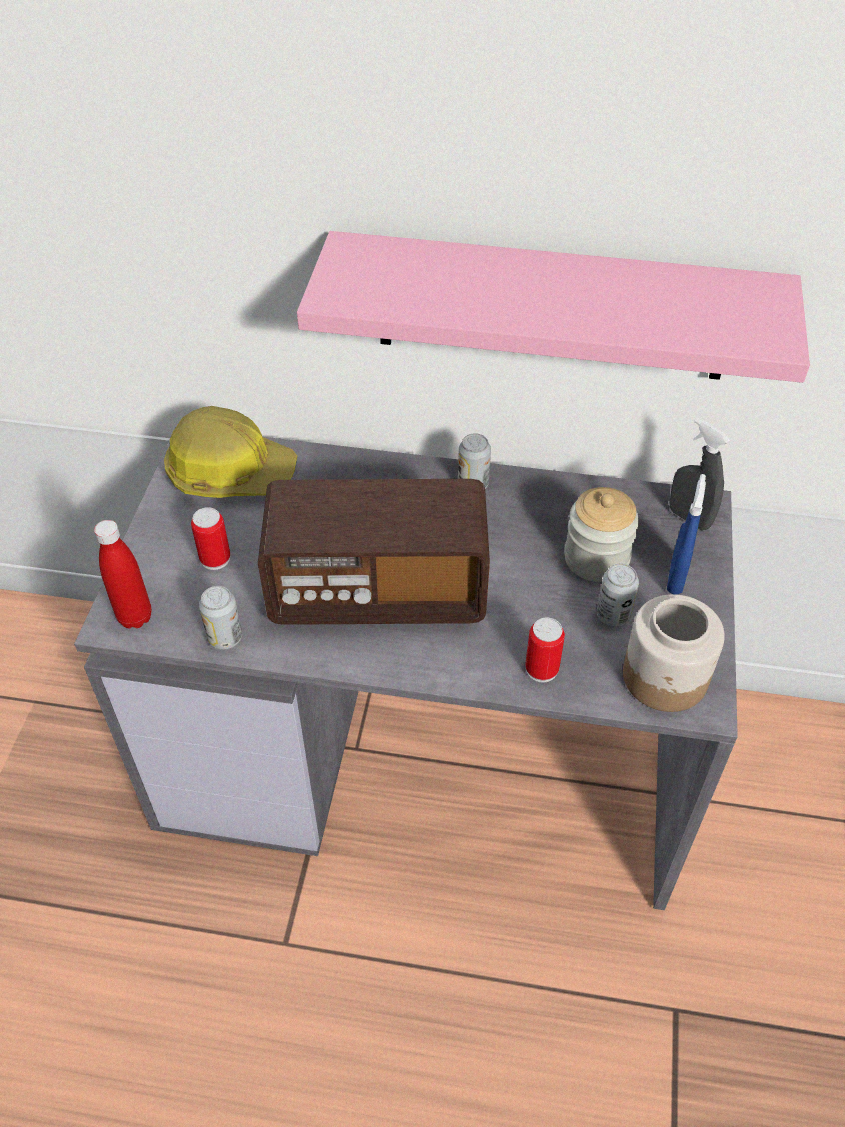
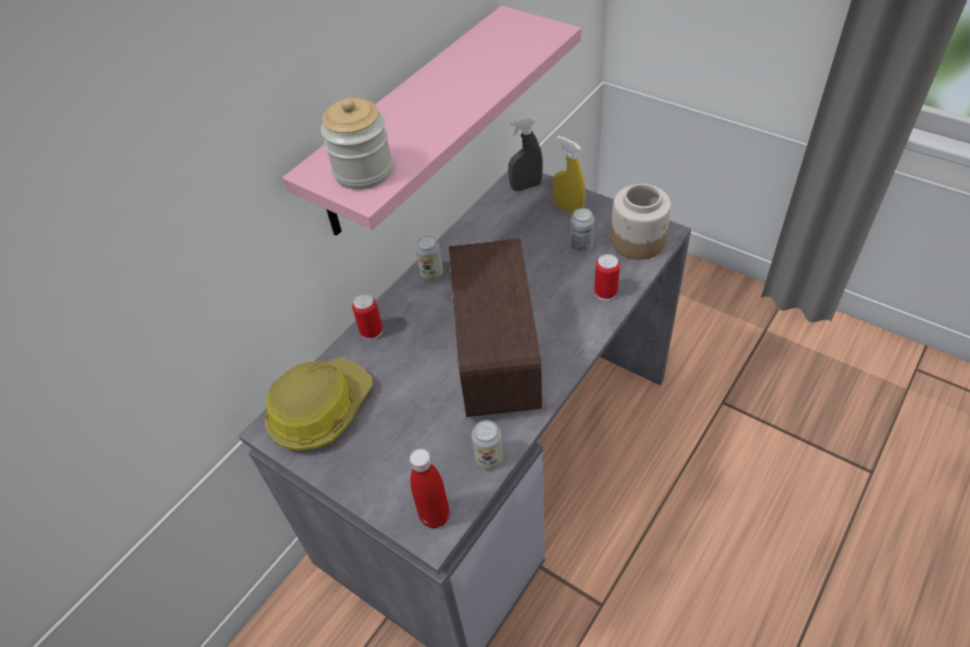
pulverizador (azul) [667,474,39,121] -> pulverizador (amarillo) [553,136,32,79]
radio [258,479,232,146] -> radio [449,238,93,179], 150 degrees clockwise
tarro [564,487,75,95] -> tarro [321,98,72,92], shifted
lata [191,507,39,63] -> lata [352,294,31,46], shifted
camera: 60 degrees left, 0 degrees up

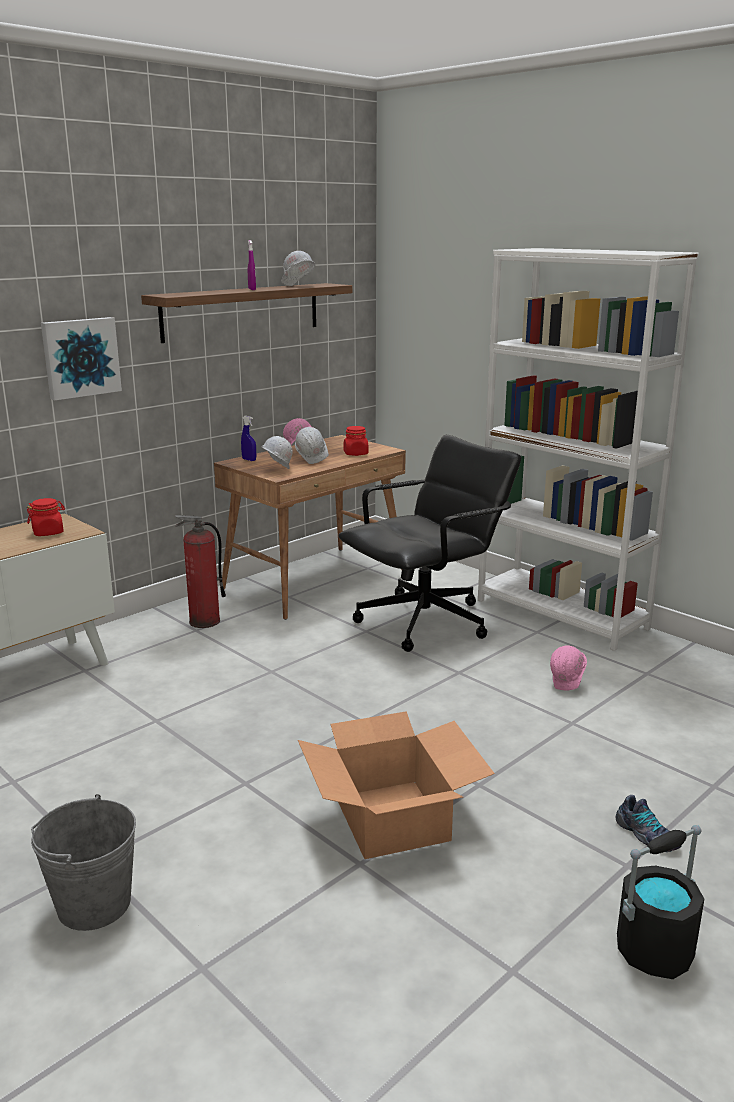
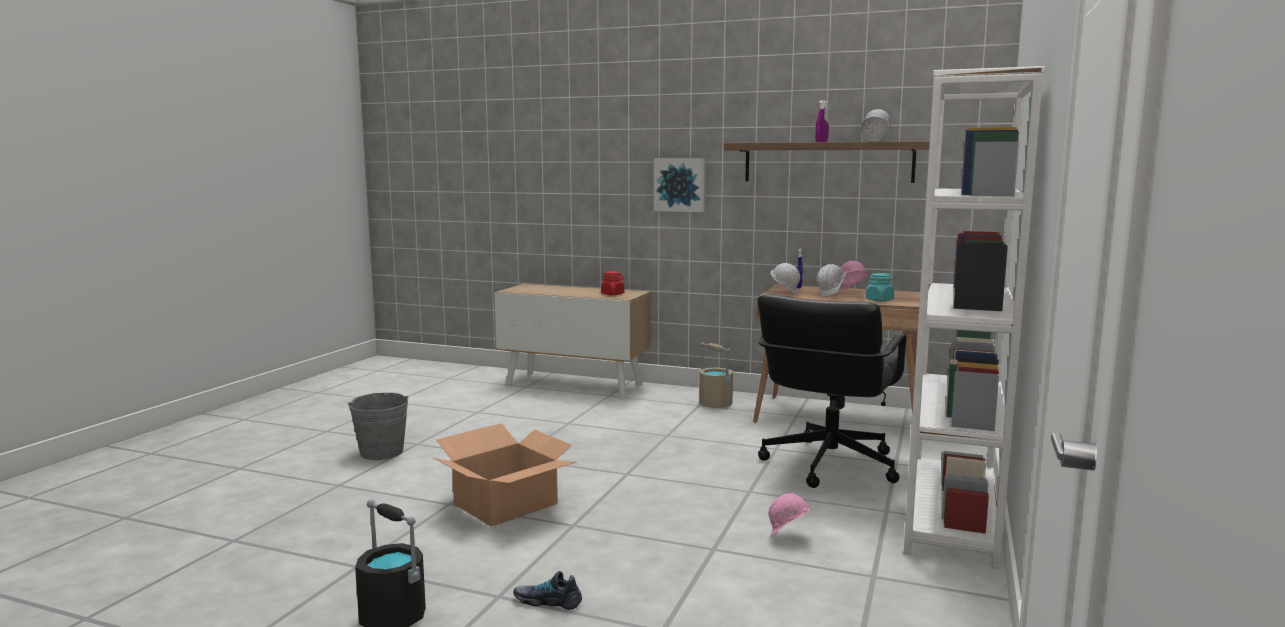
tarro (rojo) [344,426,24,30] -> tarro (turquesa) [866,273,28,28]
silla de oficina (negro) [338,435,183,217] -> silla de oficina (negro) [758,294,148,194], 90 degrees clockwise
extintor [175,515,51,113] -> cubo (beis) [699,342,34,66]
zapato [616,795,66,57] -> zapato [513,571,69,39], 75 degrees clockwise
camera: 65 degrees right, 10 degrees down

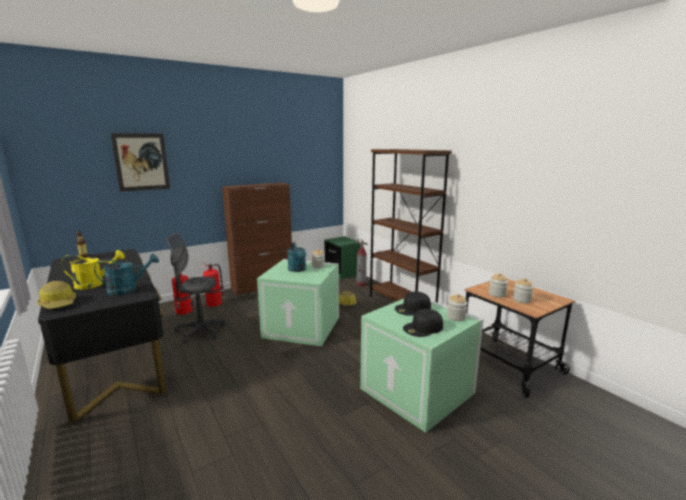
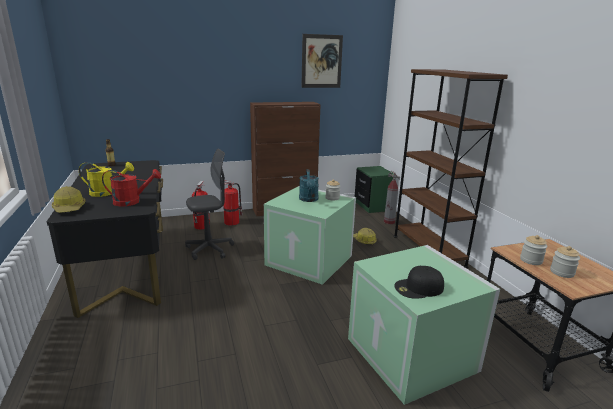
cuadro [110,133,60,59] -> cuadro [301,34,42,54], shifted
silla de oficina (gris) [166,233,59,111] -> silla de oficina (gris) [185,149,49,111], 135 degrees clockwise
regadera (turquesa) [94,253,65,42] -> regadera (rojo) [102,169,59,38]
gorra (negro) [395,292,36,24] -> none
tarro [447,294,20,27] -> none
camera: 15 degrees right, 5 degrees up

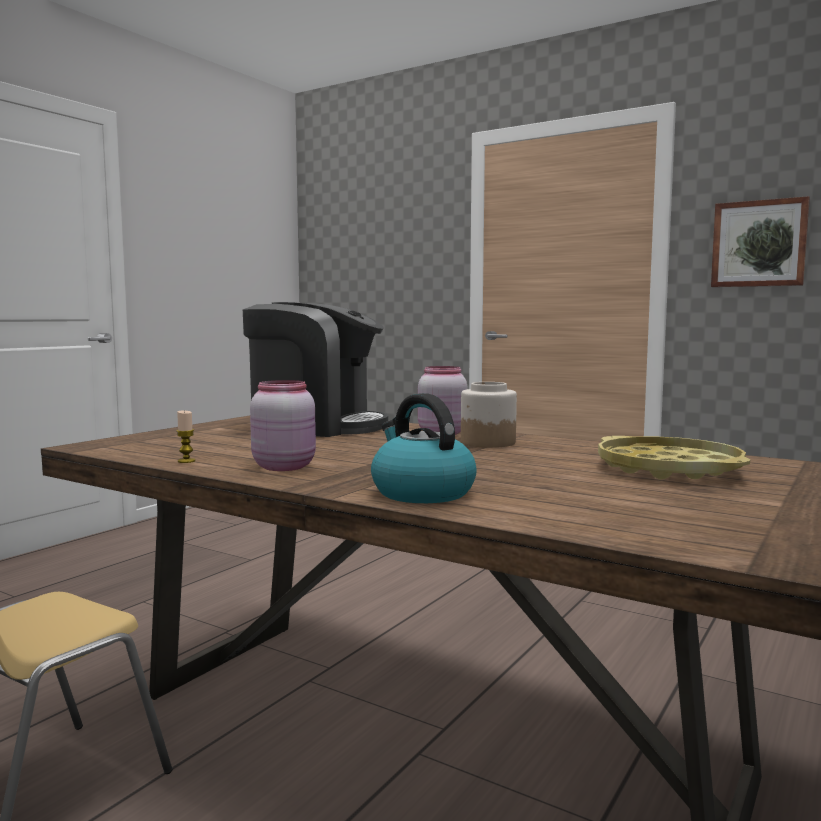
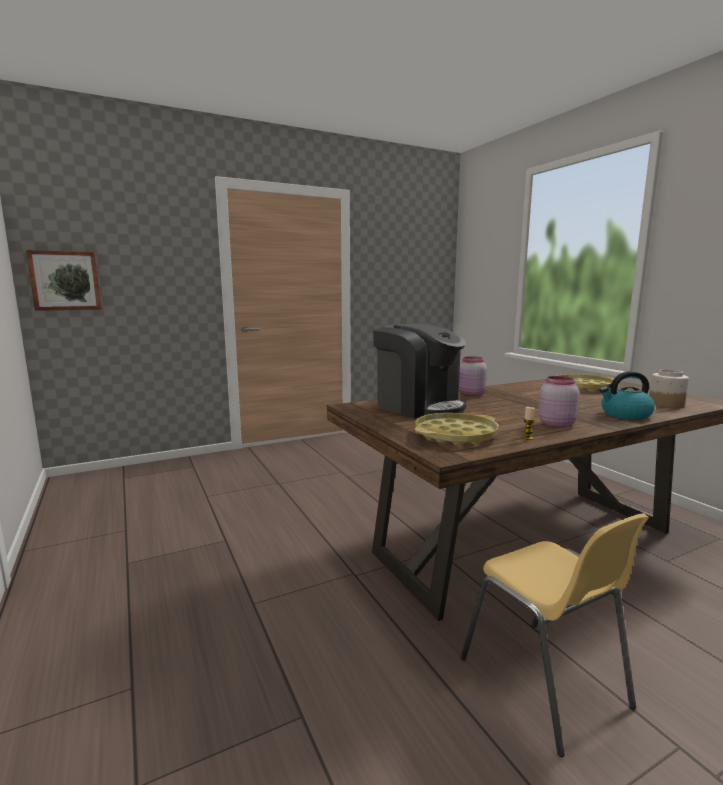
cuadro [711,196,99,91] -> cuadro [26,250,75,61], shifted
cafetera [243,302,145,135] -> cafetera [373,323,93,95], 90 degrees clockwise
tarro [461,382,56,66] -> tarro [649,369,40,39], shifted
none -> bandeja (amarillo) [414,413,85,33]
camera: 60 degrees left, 5 degrees up

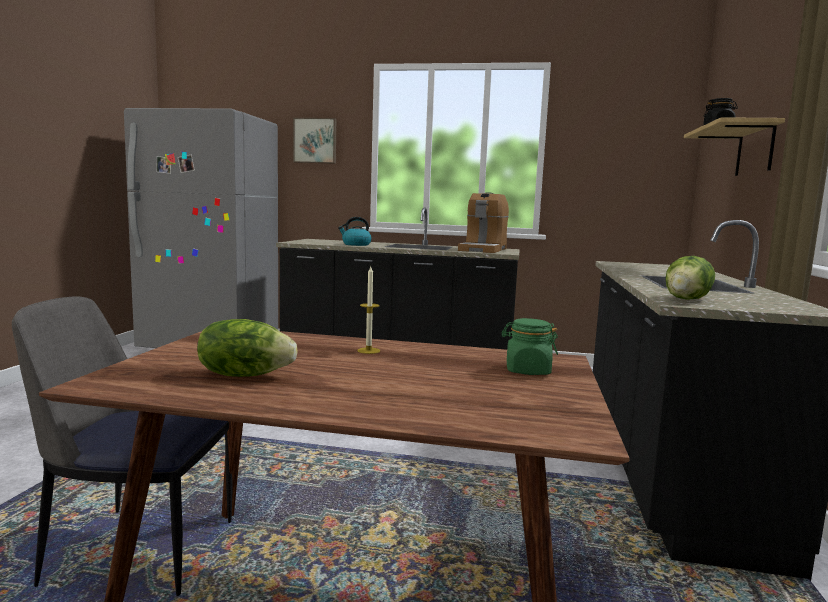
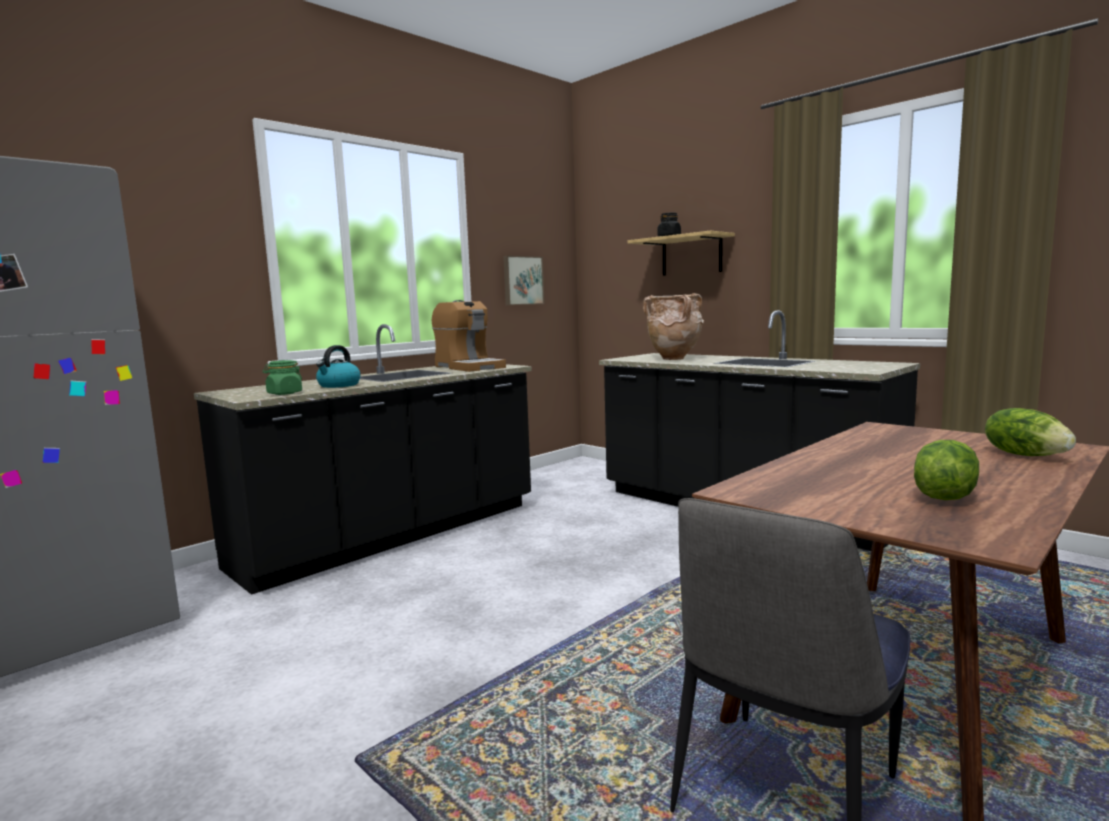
cuadro [293,118,43,46] -> cuadro [503,256,42,49], shifted
lechuga [665,256,50,44] -> lechuga [985,408,91,48], shifted
vela [357,267,23,87] -> none
tarro (verde) [501,318,57,57] -> tarro (verde) [263,360,39,35], shifted
none -> florero (beis) [643,293,61,67]
camera: 55 degrees left, 0 degrees up

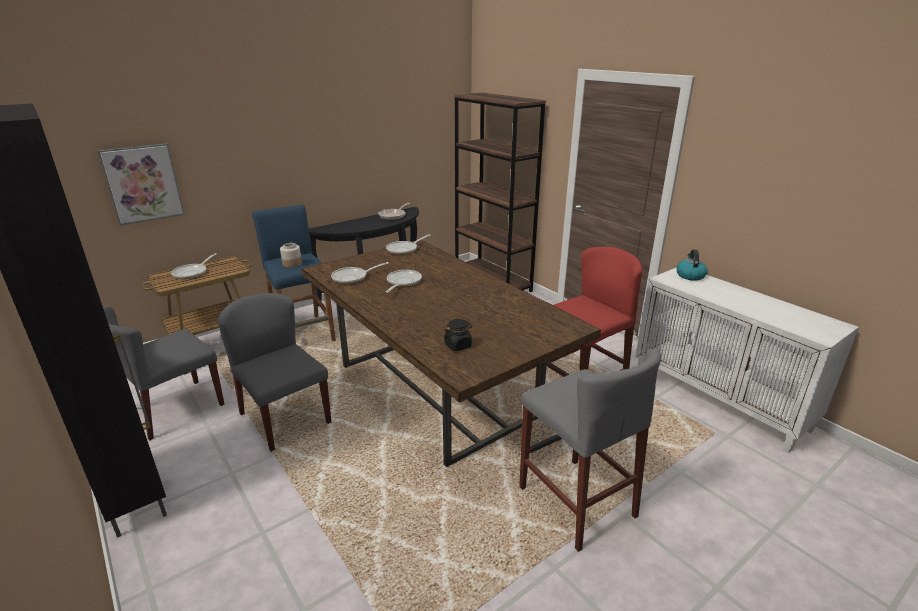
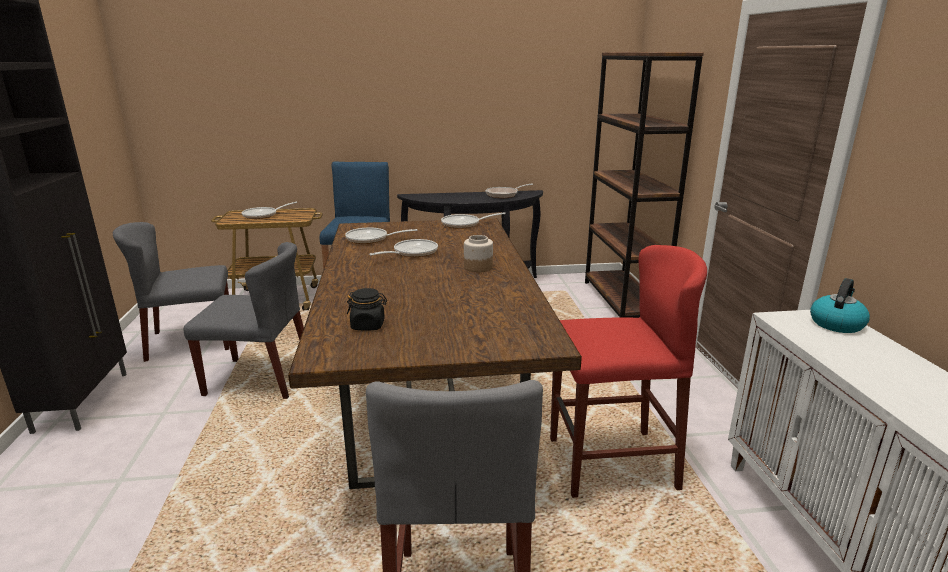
cuadro [98,143,87,83] -> none
tarro [280,243,22,25] -> tarro [464,235,29,37], shifted
silla (gris) [218,293,113,159] -> silla (gris) [184,242,120,157], 105 degrees clockwise
camera: 30 degrees right, 5 degrees down

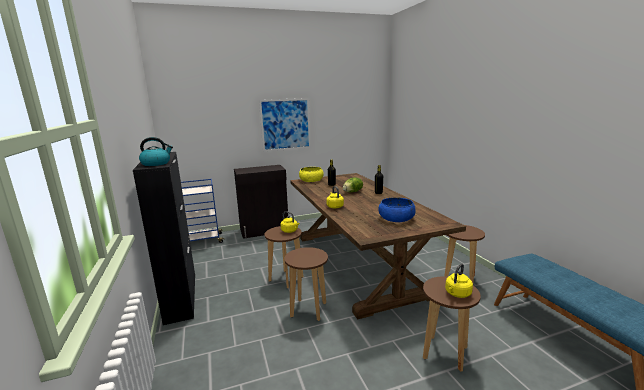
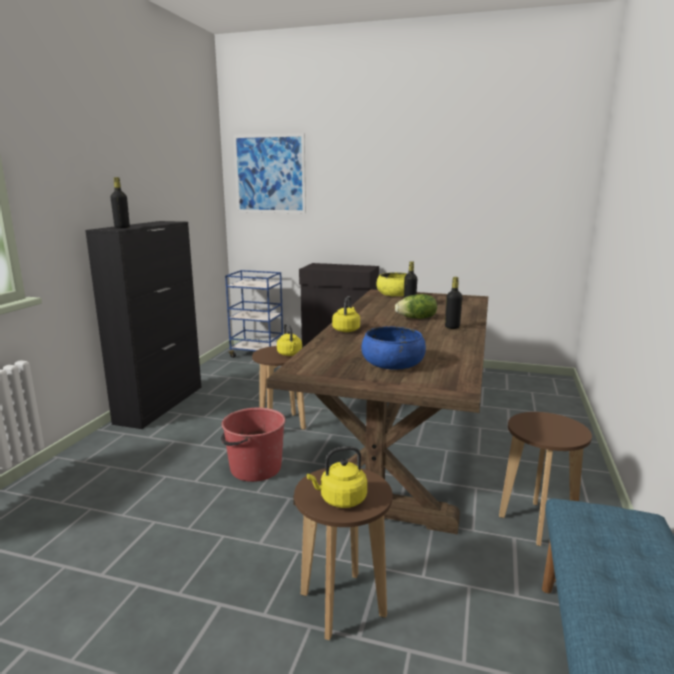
cuadro [259,98,52,54] -> cuadro [233,133,73,80], shifted
hervidor [139,137,34,29] -> botella (negro) [110,177,20,51]
taburete (marrón) [284,247,44,74] -> cubo (rojo) [221,408,65,74]
camera: 35 degrees right, 0 degrees up

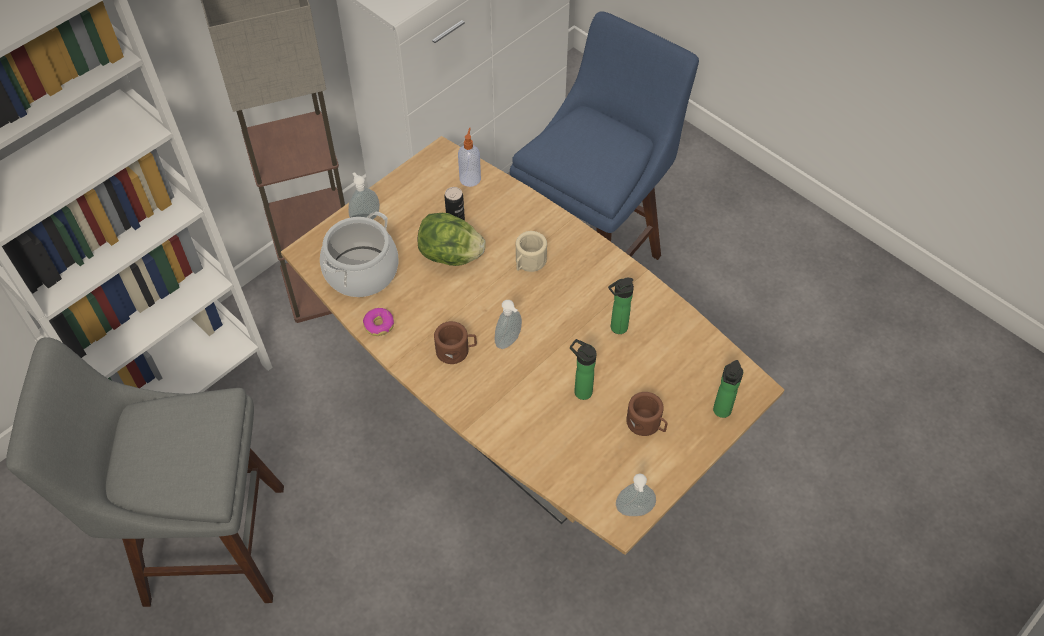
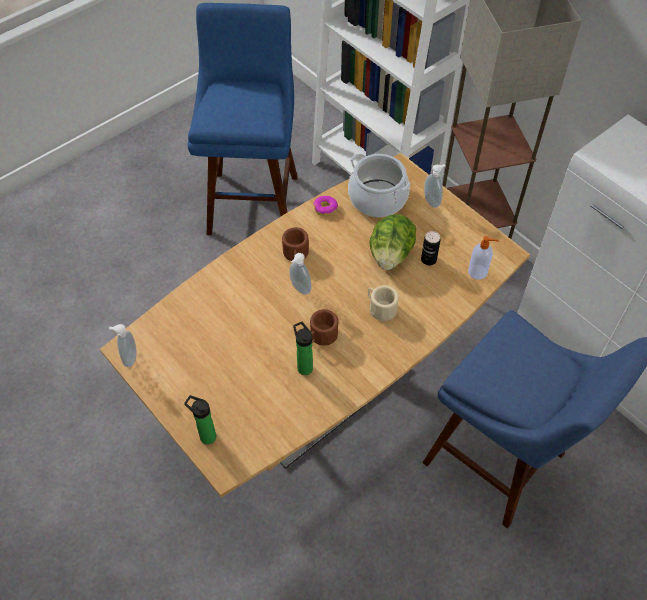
taburete (gris) [6,337,278,270] -> taburete (azul) [188,3,109,232]
botella [570,339,26,61] -> none
taza grande (marrón) [627,392,41,44] -> taza grande (marrón) [310,309,28,37], shifted
camera: 95 degrees right, 0 degrees up

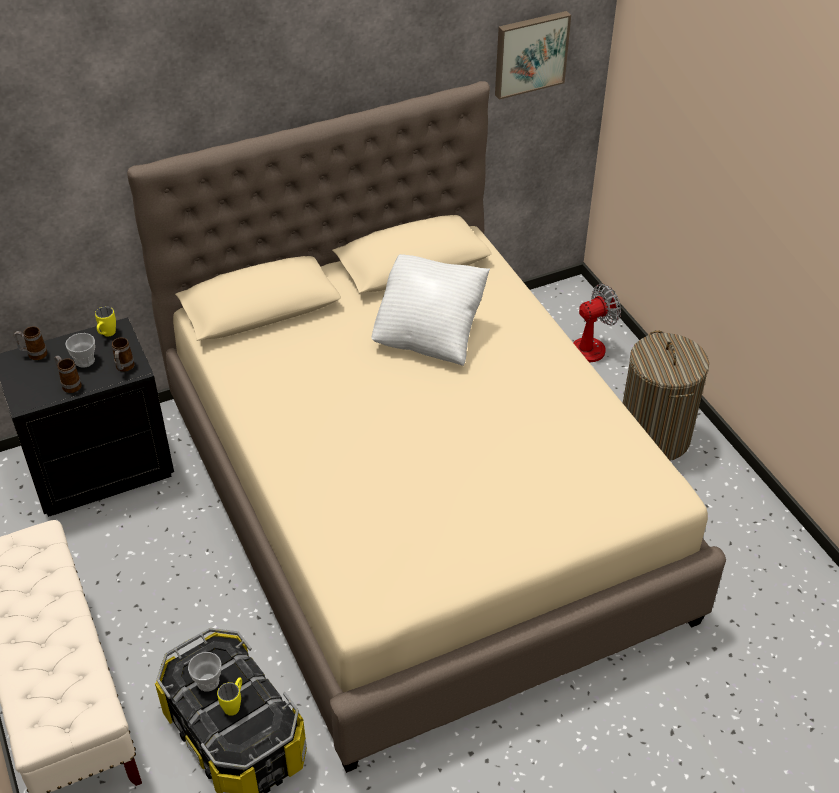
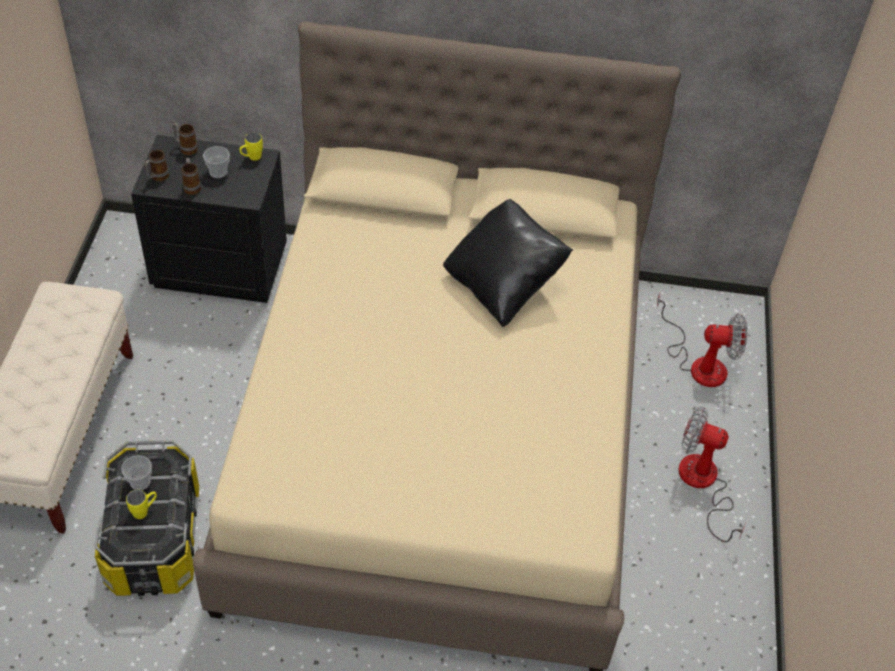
cuadro [495,11,76,89] -> none
cojín (blanco) [372,254,118,112] -> cojín (negro) [443,199,130,128]
cesto de la ropa [623,330,86,131] -> ventilador [678,407,68,135]
taza grande [112,337,23,35] -> taza grande [144,150,25,31], shifted
camera: 30 degrees right, 5 degrees up

